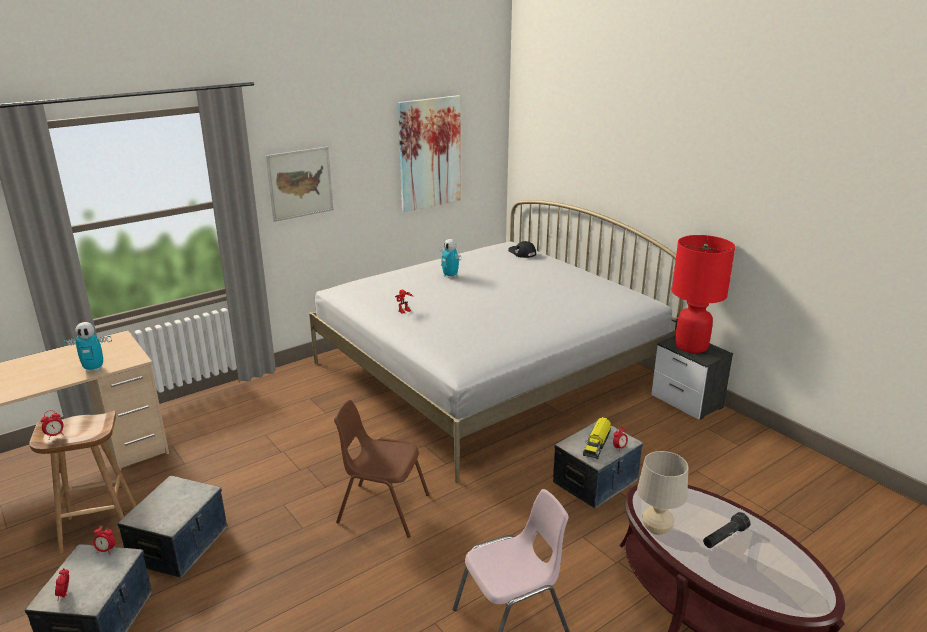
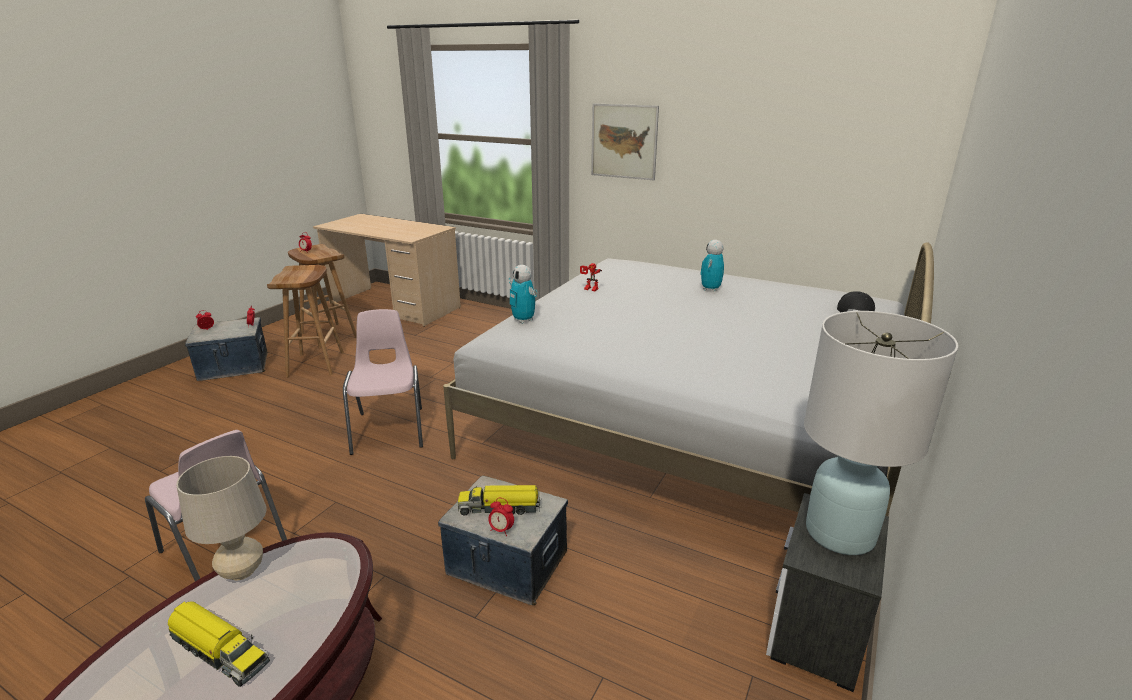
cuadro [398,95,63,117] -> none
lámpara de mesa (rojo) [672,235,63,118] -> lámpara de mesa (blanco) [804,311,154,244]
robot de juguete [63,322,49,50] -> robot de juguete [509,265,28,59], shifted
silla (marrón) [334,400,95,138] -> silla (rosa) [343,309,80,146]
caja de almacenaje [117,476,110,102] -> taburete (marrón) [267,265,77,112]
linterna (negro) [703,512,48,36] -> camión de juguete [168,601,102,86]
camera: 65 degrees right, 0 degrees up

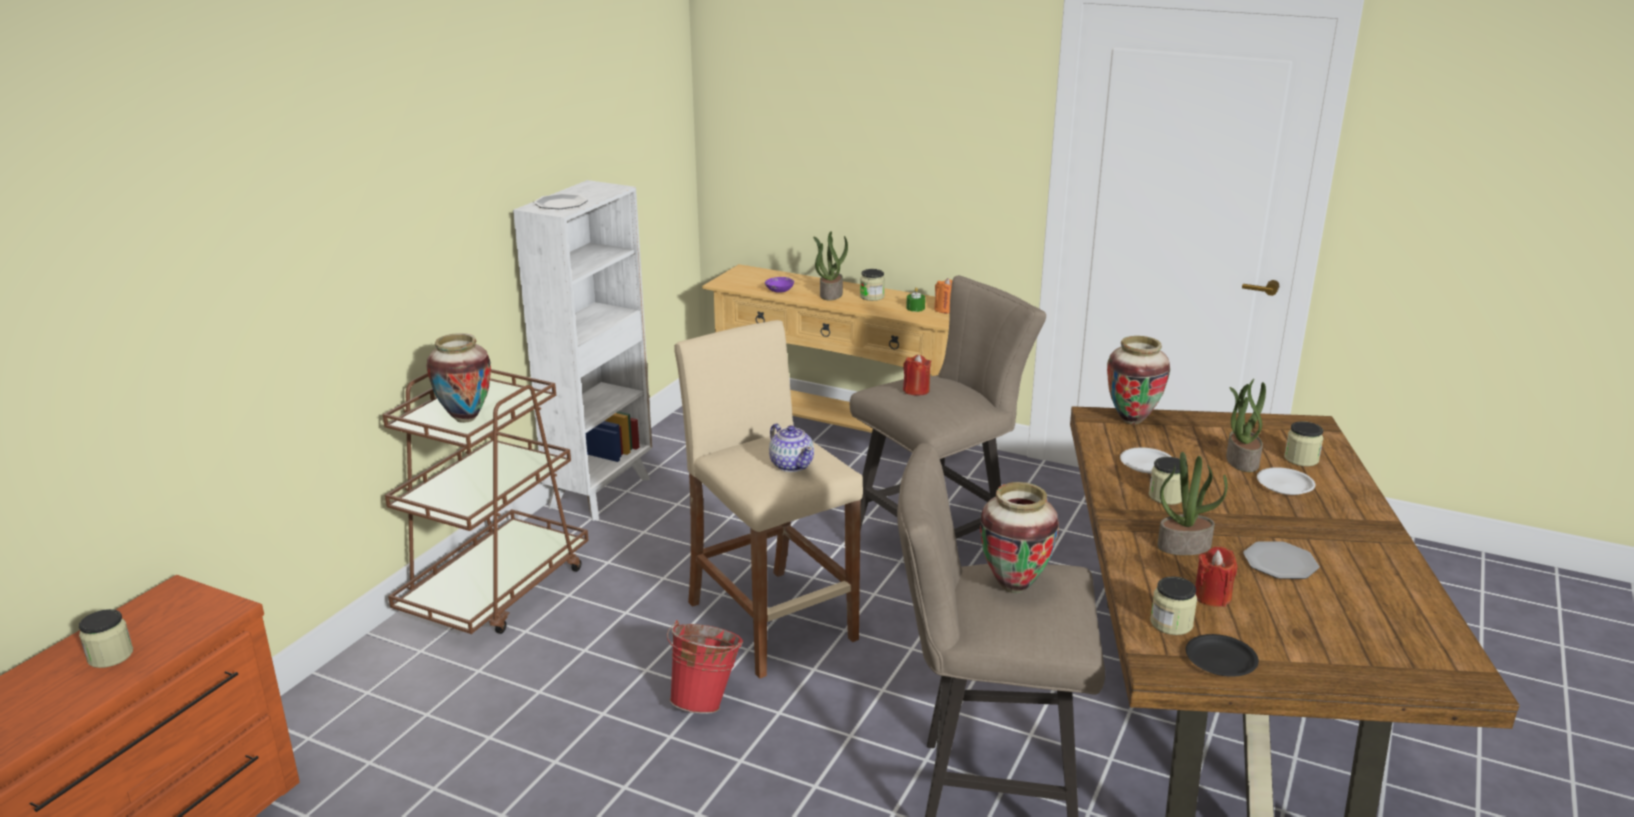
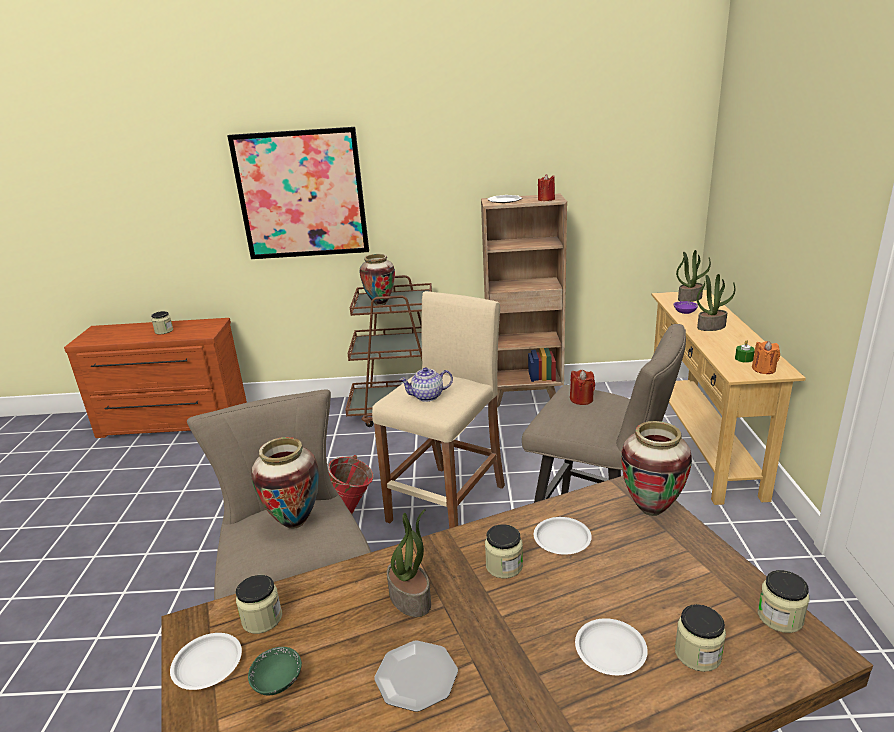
estantería (blanco) [513,180,139,341] -> estantería (marrón) [481,194,86,213]
tarro [860,269,25,32] -> tarro [758,570,51,63], shifted
planta en maceta [1226,379,40,93] -> planta en maceta [676,250,35,52], shifted
tetera [769,423,45,49] -> tetera [399,367,54,35], 45 degrees clockwise
vela (rojo) [1195,546,42,61] -> vela (rojo) [538,174,17,27], shifted
plato (negro) [1186,634,73,43] -> plato (blanco) [170,633,72,57]
none -> cuadro [227,127,142,132]
none -> cuenco (verde) [248,647,54,48]
camera: 65 degrees right, 0 degrees up

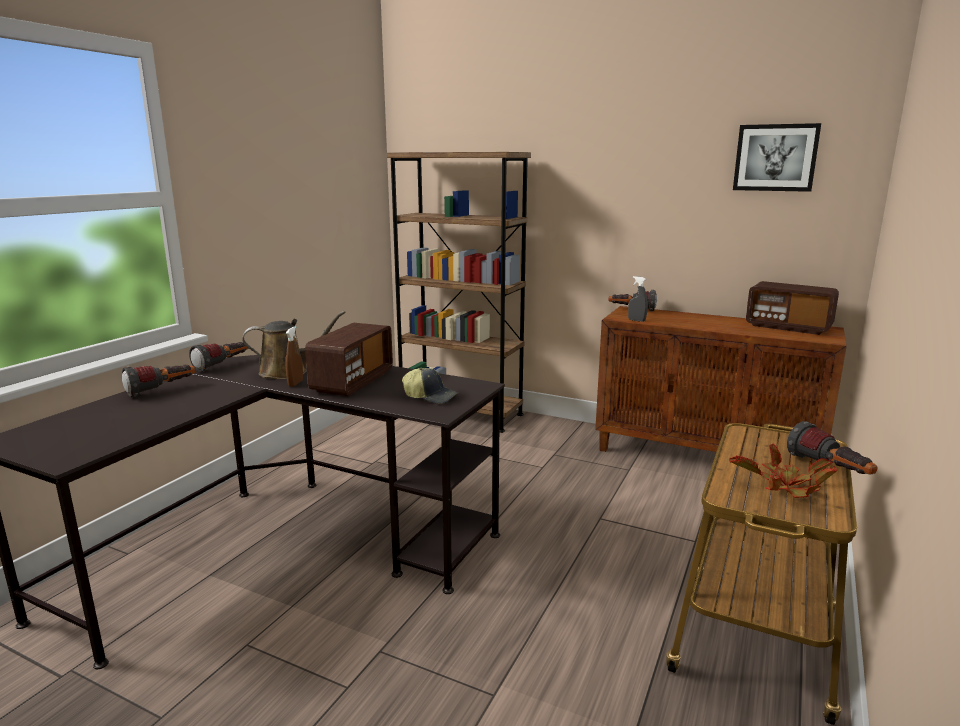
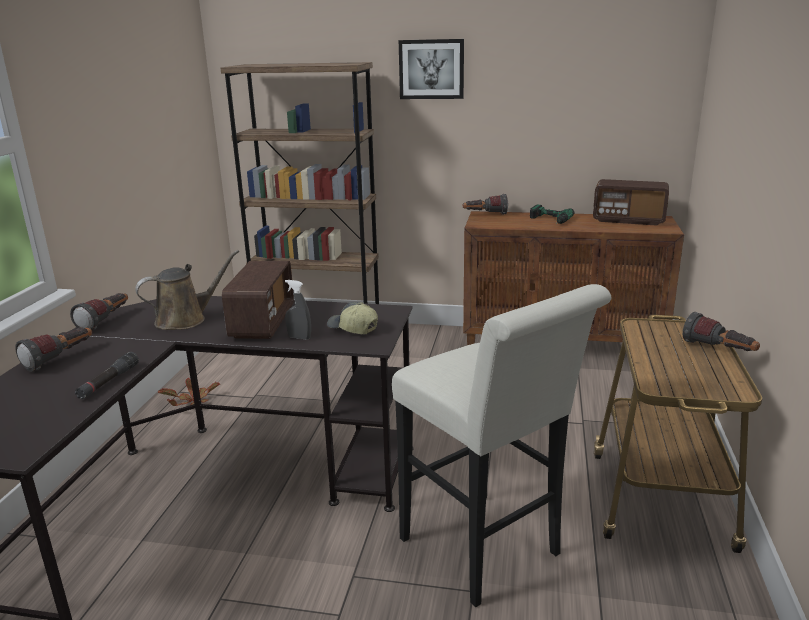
cuadro [733,123,88,69] -> cuadro [399,39,65,60], shifted
pulverizador (gris) [628,276,20,46] -> pulverizador (gris) [285,280,26,60], shifted
pulverizador (marrón) [286,326,17,61] -> none
gorra [402,368,56,36] -> gorra [327,302,51,33], 150 degrees counterclockwise
planta en maceta [729,444,109,54] -> planta en maceta [158,378,62,28], shifted
none -> taladro [530,205,44,19]
none -> taburete (blanco) [392,284,219,323]
none -> linterna (negro) [75,352,64,47]
camera: 15 degrees left, 5 degrees up

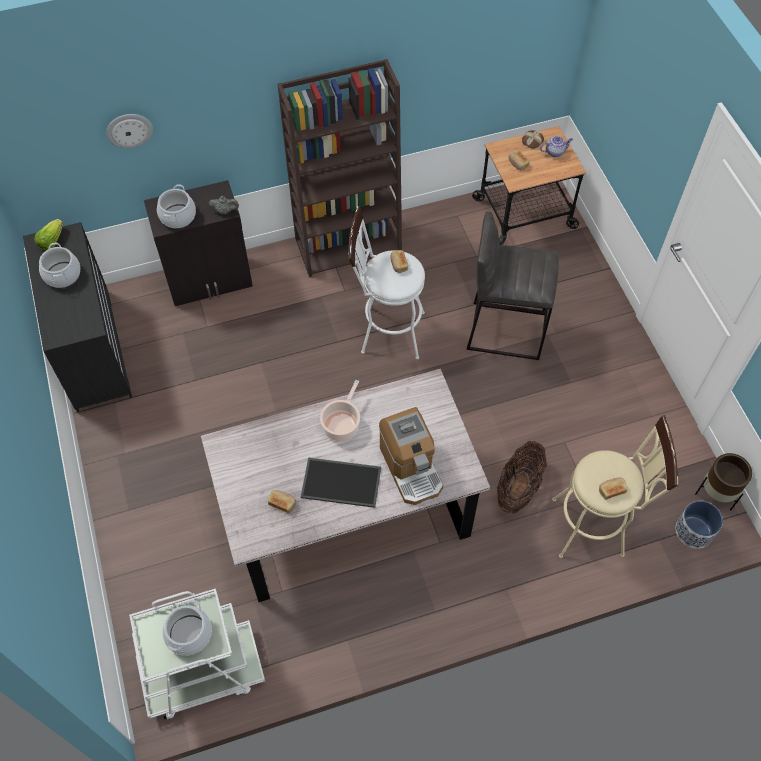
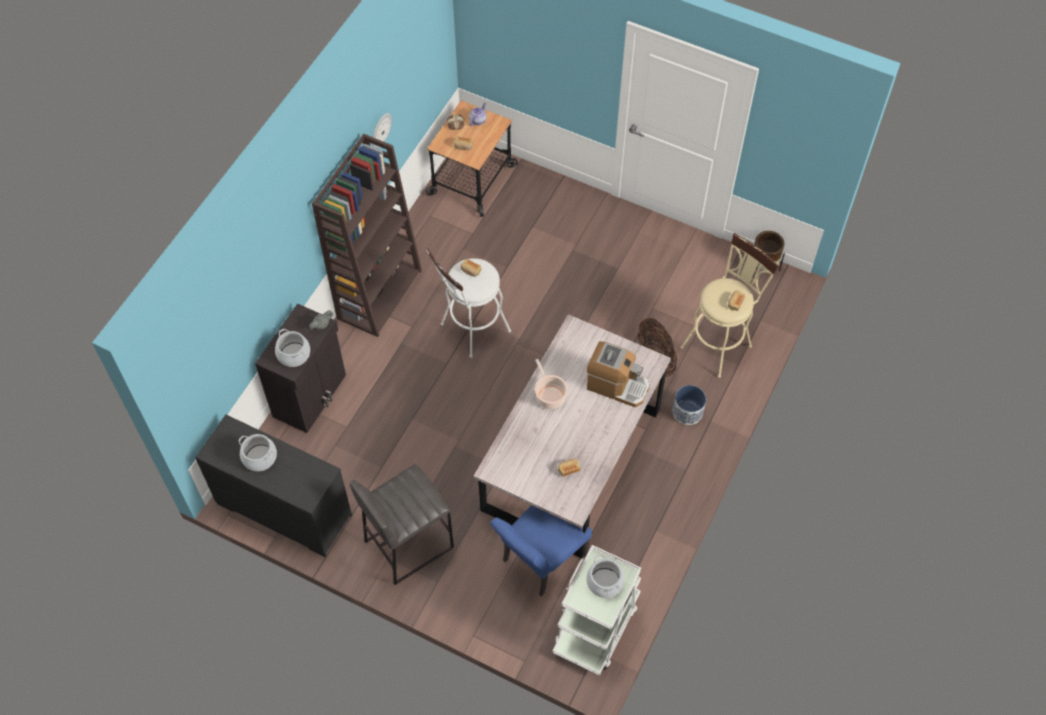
reloj de pared [106,114,47,35] -> reloj de pared [372,113,20,35], shifted
taburete (gris) [466,212,93,148] -> taburete (gris) [350,464,104,121], shifted
lechuga [34,219,29,32] -> none
bandeja [301,458,80,50] -> none
maceta [675,501,48,48] -> maceta [673,385,33,40], shifted
none -> silla (azul) [490,505,102,91]
camera: 45 degrees left, 0 degrees up

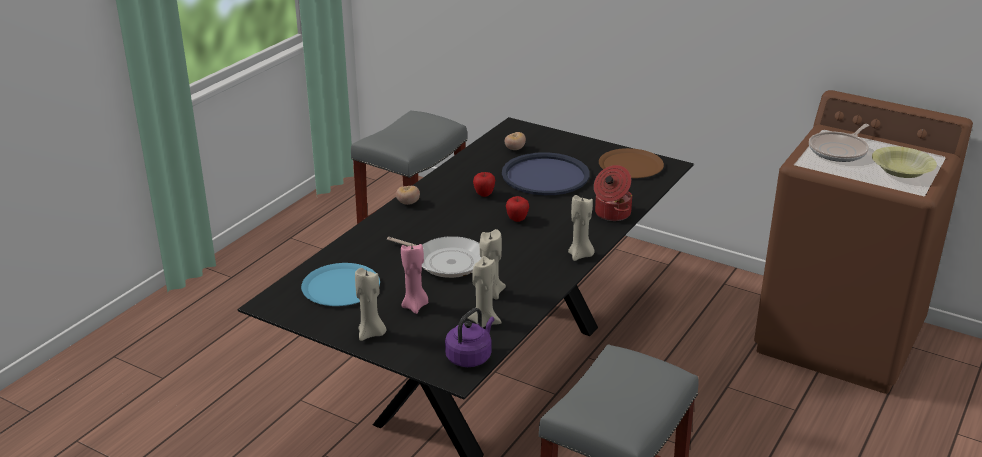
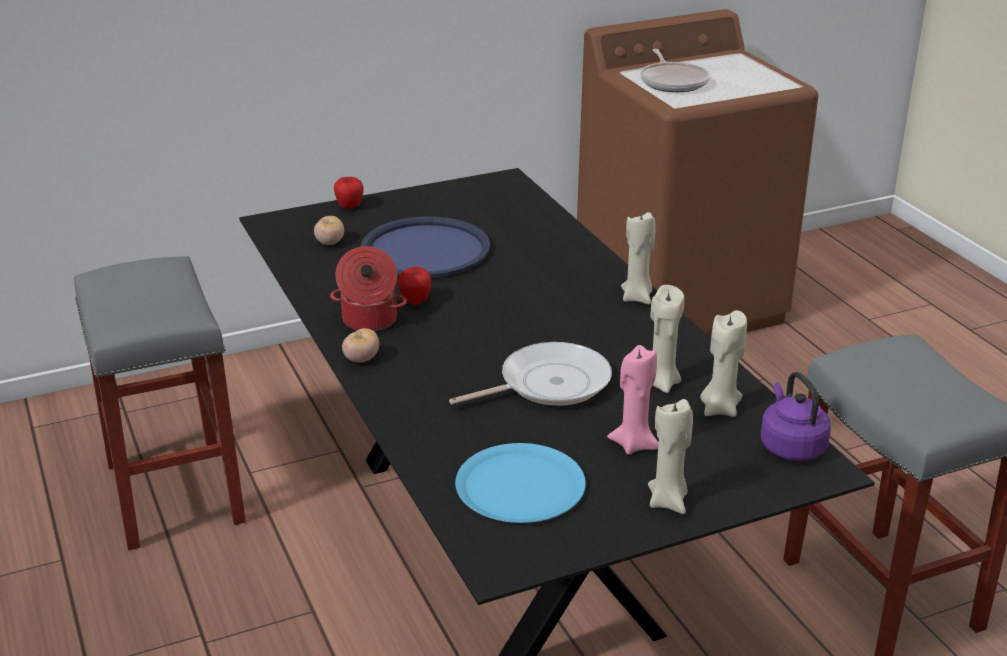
cuenco (amarillo) [872,146,65,32] -> none
plato (marrón) [599,148,65,30] -> none
olla [594,165,38,56] -> olla [330,246,77,85], shifted
manzana [506,196,23,26] -> manzana [334,177,30,32], shifted
camera: 55 degrees left, 0 degrees up

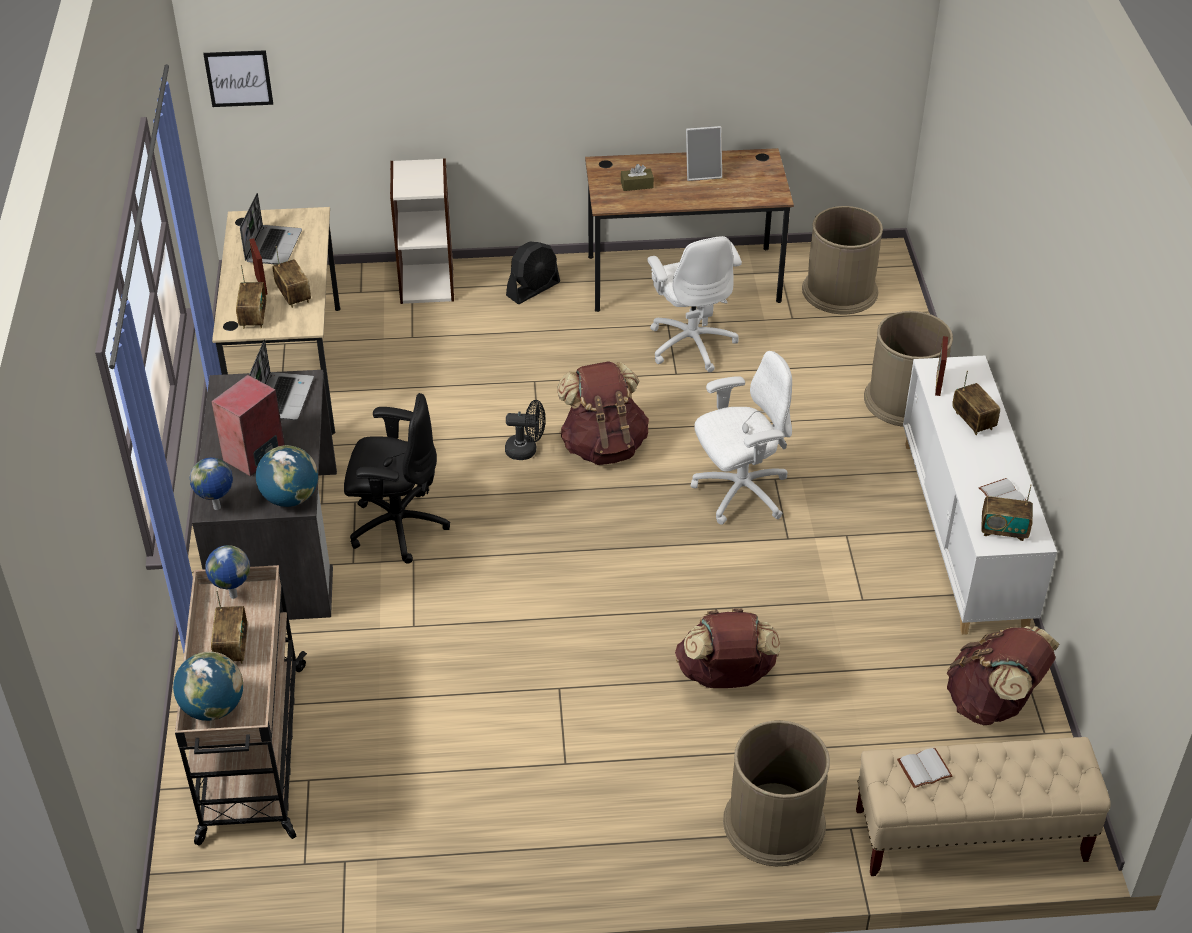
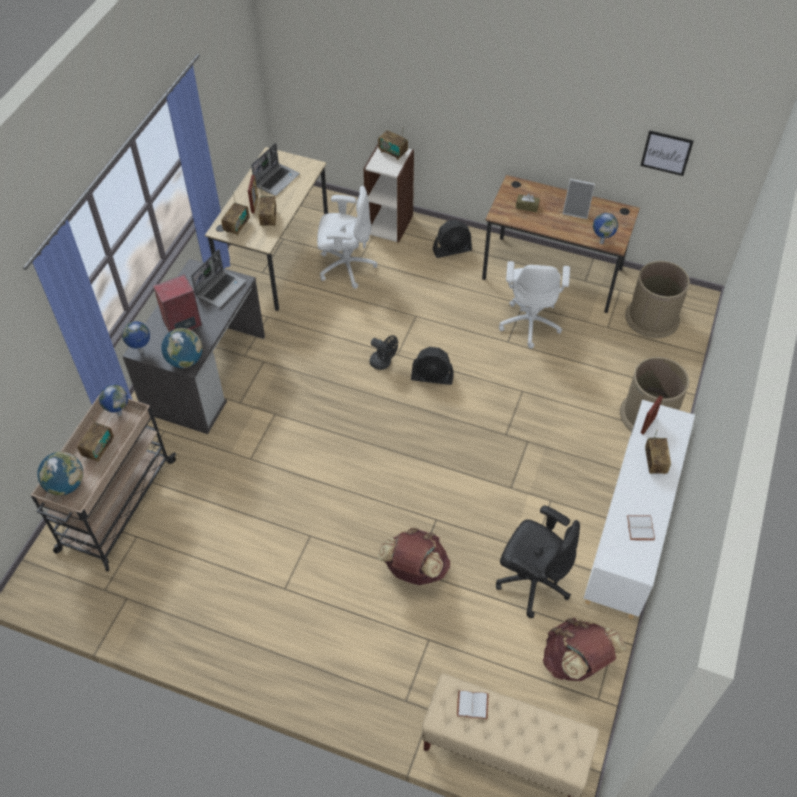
cuadro [203,50,70,57] -> cuadro [640,130,54,46], shifted
silla de oficina (blanco) [691,351,101,174] -> silla de oficina (blanco) [317,186,60,103], shifted
mochila (marrón) [557,361,92,104] -> ventilador (negro) [411,347,43,38]
silla de oficina (negro) [344,393,106,171] -> silla de oficina (negro) [496,505,84,113], shifted
radio [981,484,52,57] -> radio [378,130,30,30], shifted
papelera (marrón) [723,720,107,146] -> none
none -> globo terráqueo [593,213,25,31]
camera: 25 degrees right, 10 degrees up

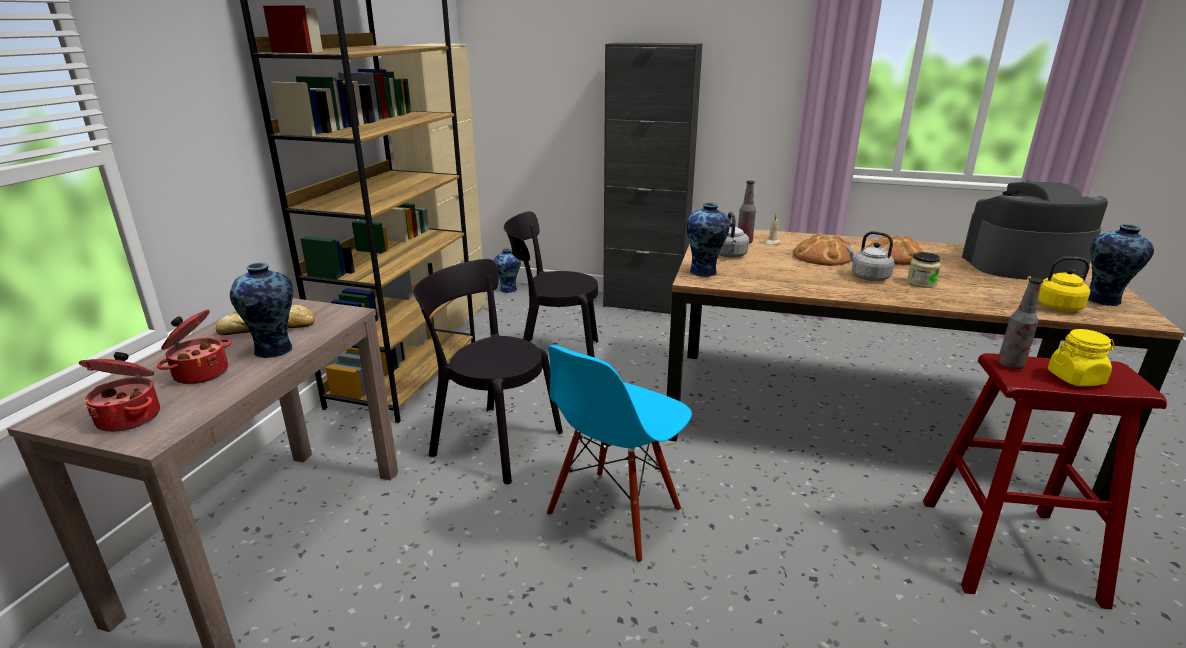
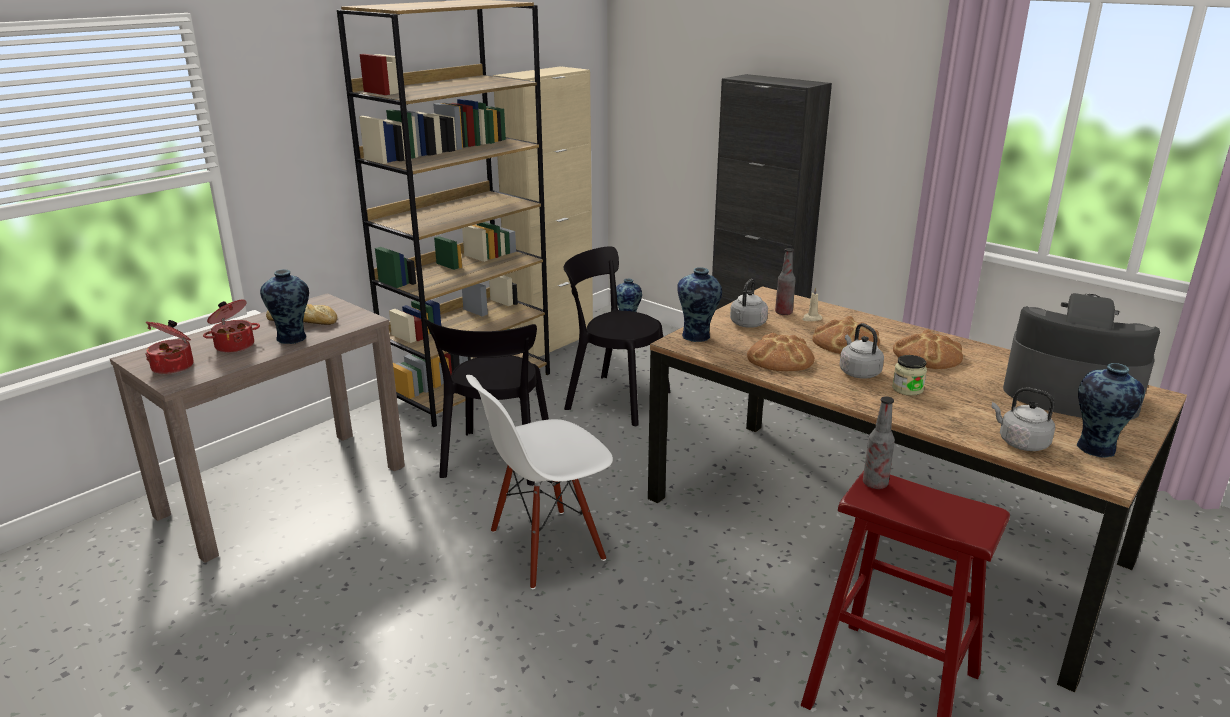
hervidor (amarillo) [1027,257,63,55] -> hervidor (gris) [991,387,64,64]
silla (negro) [413,259,150,225] -> silla (negro) [424,318,125,168], 135 degrees counterclockwise
tarro (amarillo) [1048,329,67,57] -> none
silla (azul) [547,345,145,218] -> silla (blanco) [466,375,147,214]
none -> pan [747,333,68,38]
camera: 25 degrees right, 0 degrees up

